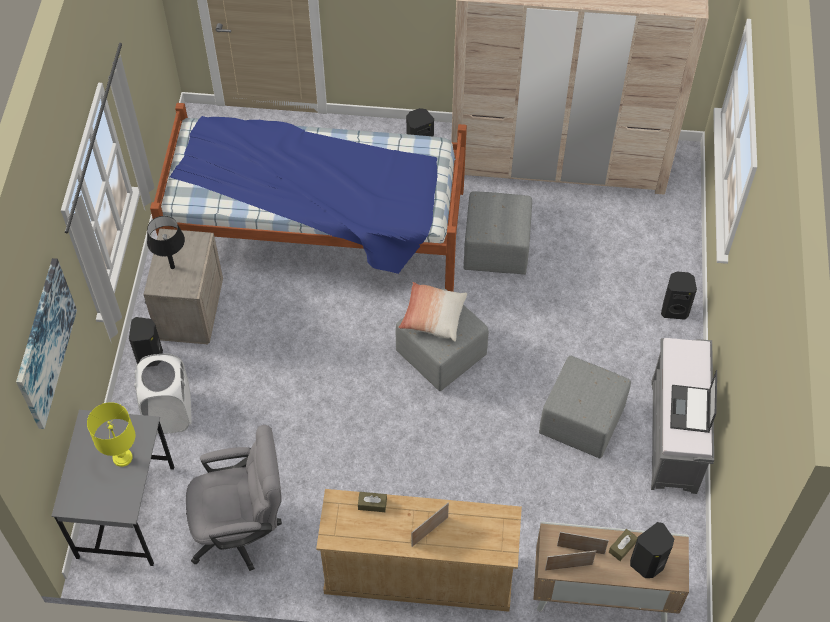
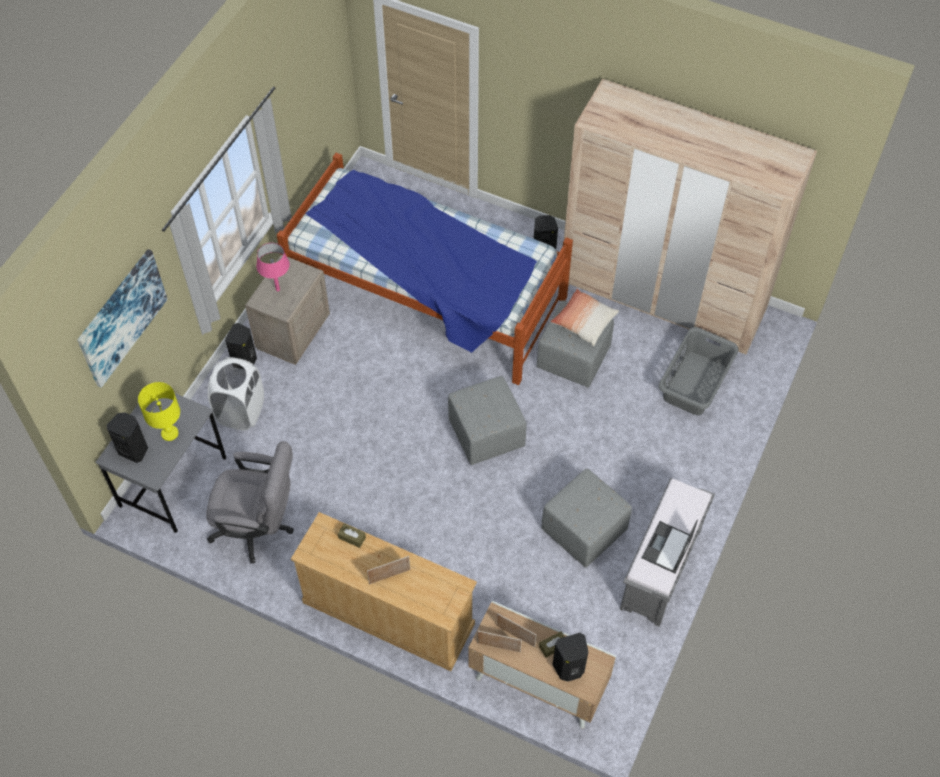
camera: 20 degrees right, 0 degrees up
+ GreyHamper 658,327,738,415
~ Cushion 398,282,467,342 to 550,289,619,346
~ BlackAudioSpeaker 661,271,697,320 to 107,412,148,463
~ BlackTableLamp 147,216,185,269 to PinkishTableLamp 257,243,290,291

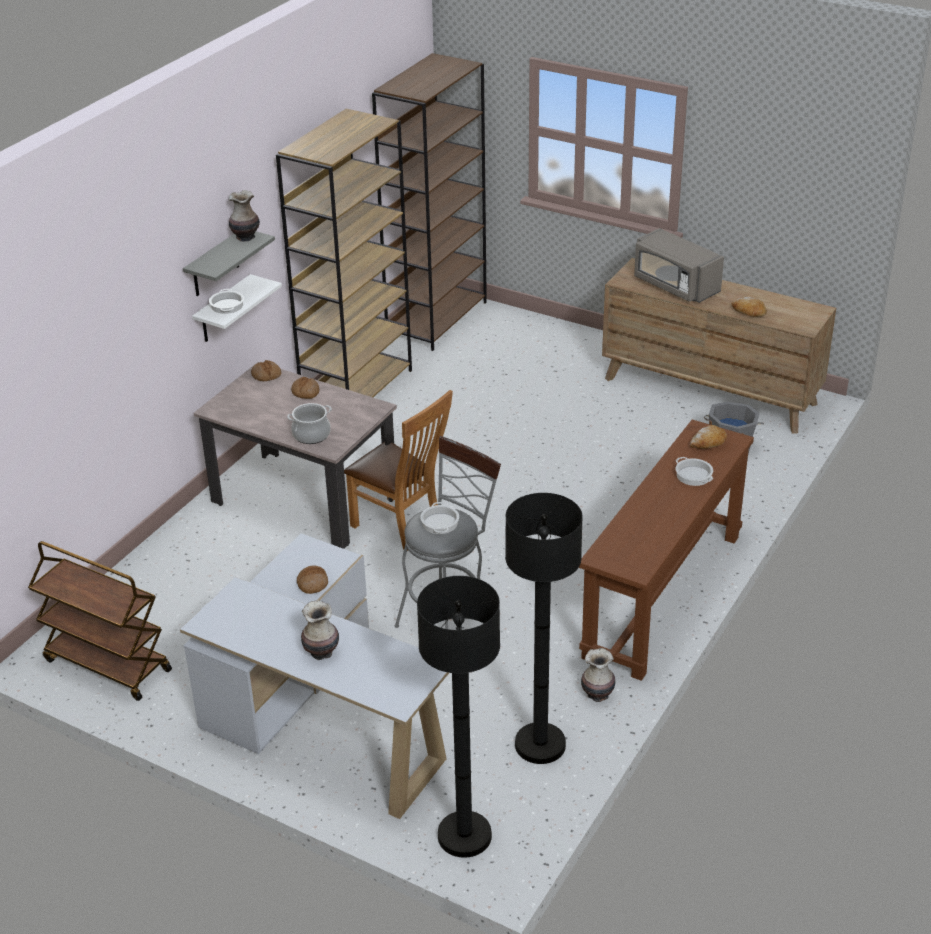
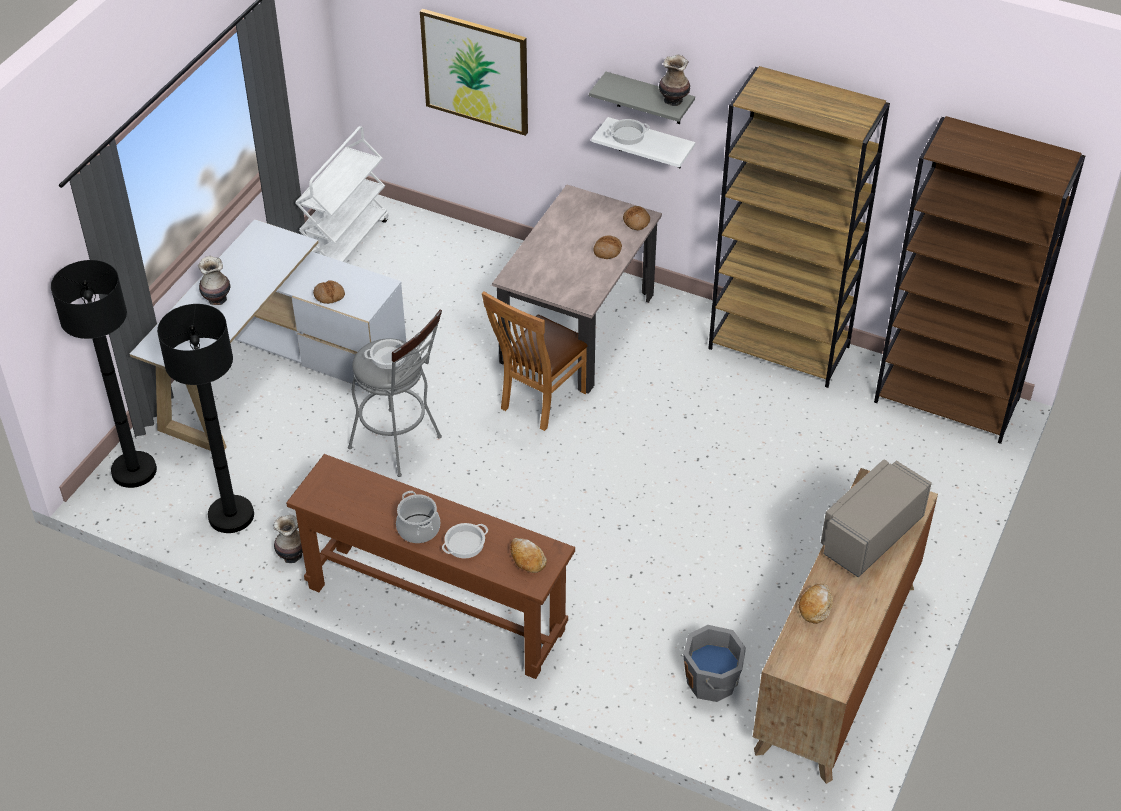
camera: 85 degrees right, 10 degrees up
+ Picture 420,9,528,136
~ CookingPot 287,403,332,444 to 396,491,440,543
~ BrownishCart 28,541,172,701 to WhitishCart 296,126,388,262

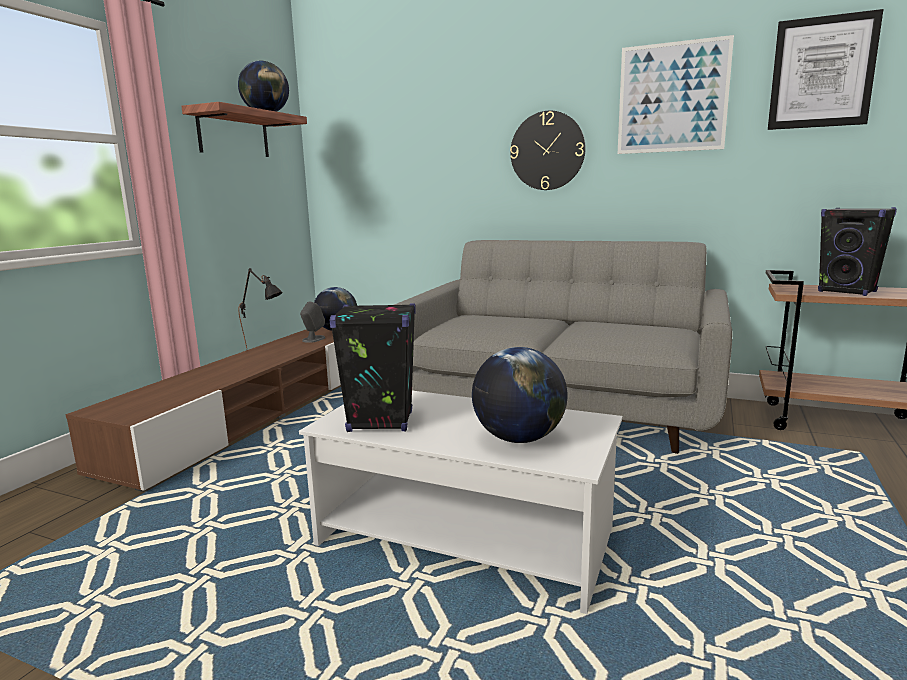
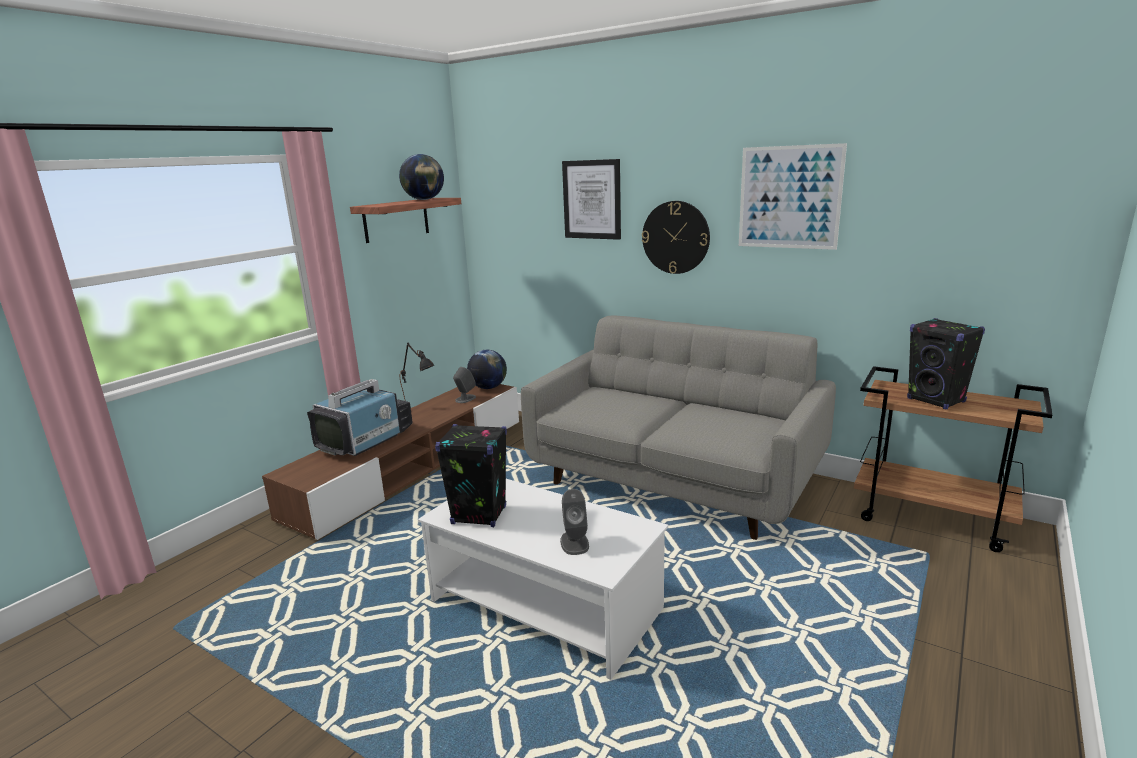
camera: 10 degrees right, 5 degrees up
+ Tv 307,379,413,456
~ Picture 768,9,883,130 to 562,159,621,240
~ WorldGlobe 472,347,568,443 to GreyAudioSpeaker 560,489,589,555

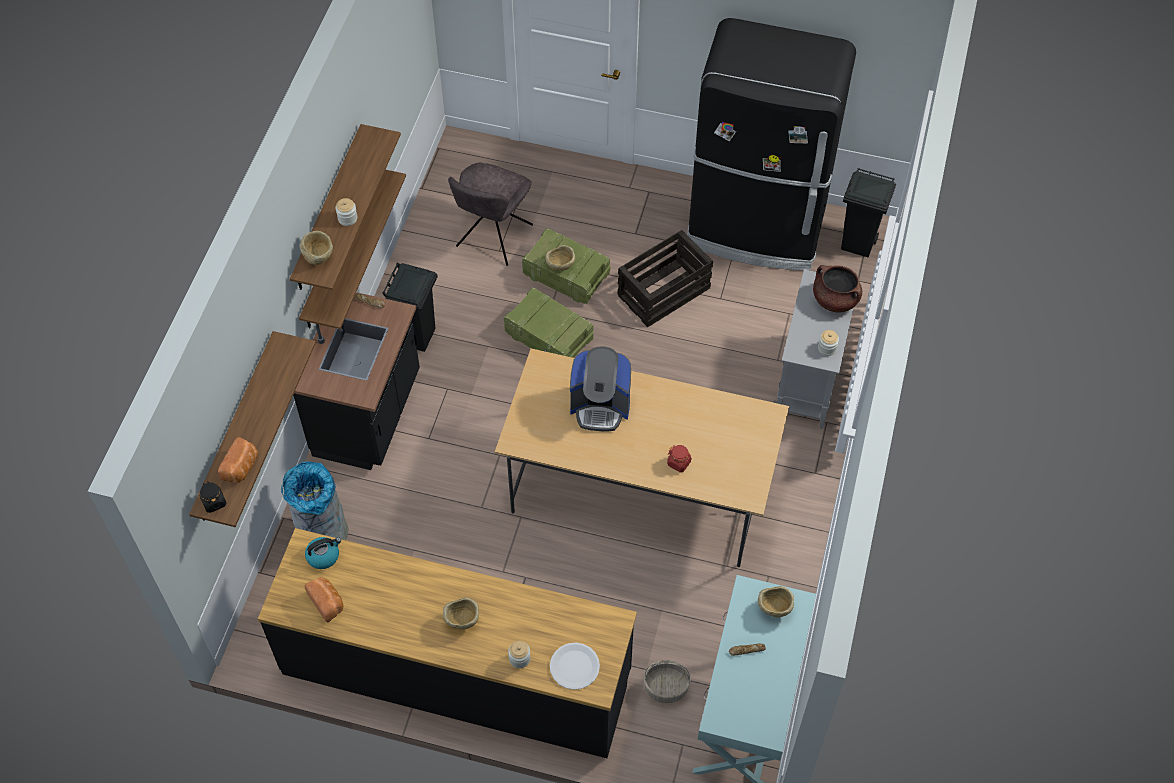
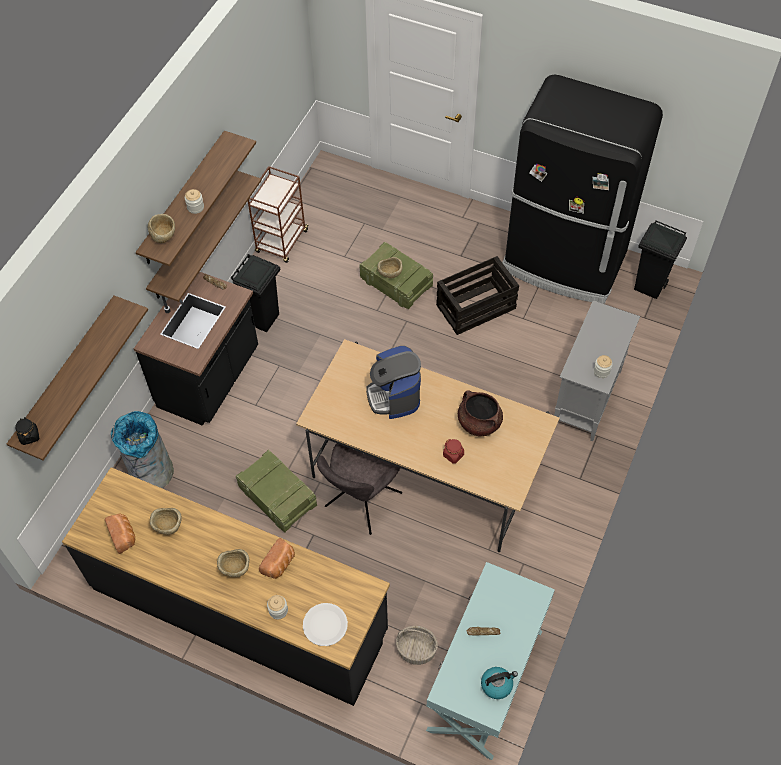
camera: 10 degrees right, 0 degrees up
+ BrownishCart 248,166,308,263
~ BakedBread 218,437,258,483 to 259,538,295,579
~ WaterKettle 305,537,341,569 to 481,667,518,699
~ GreyPlainChair 448,163,533,266 to 317,444,402,535
~ PackingCrate 504,287,594,358 to 236,450,317,532
~ SandColouredServingBowl 758,586,794,617 to 150,508,182,535
~ BrownishCookingPot 813,265,862,312 to 458,390,503,436
~ CoffeeBrewer 570,346,631,431 = 366,346,421,419 60 degrees clockwise

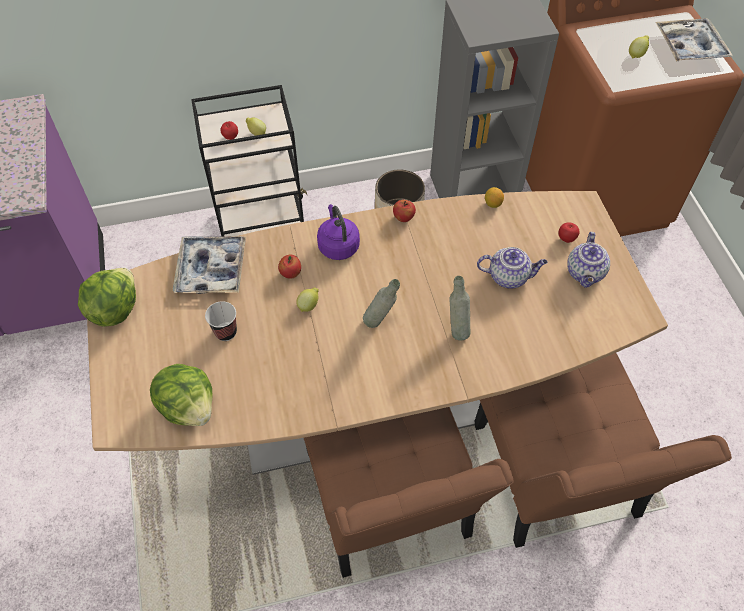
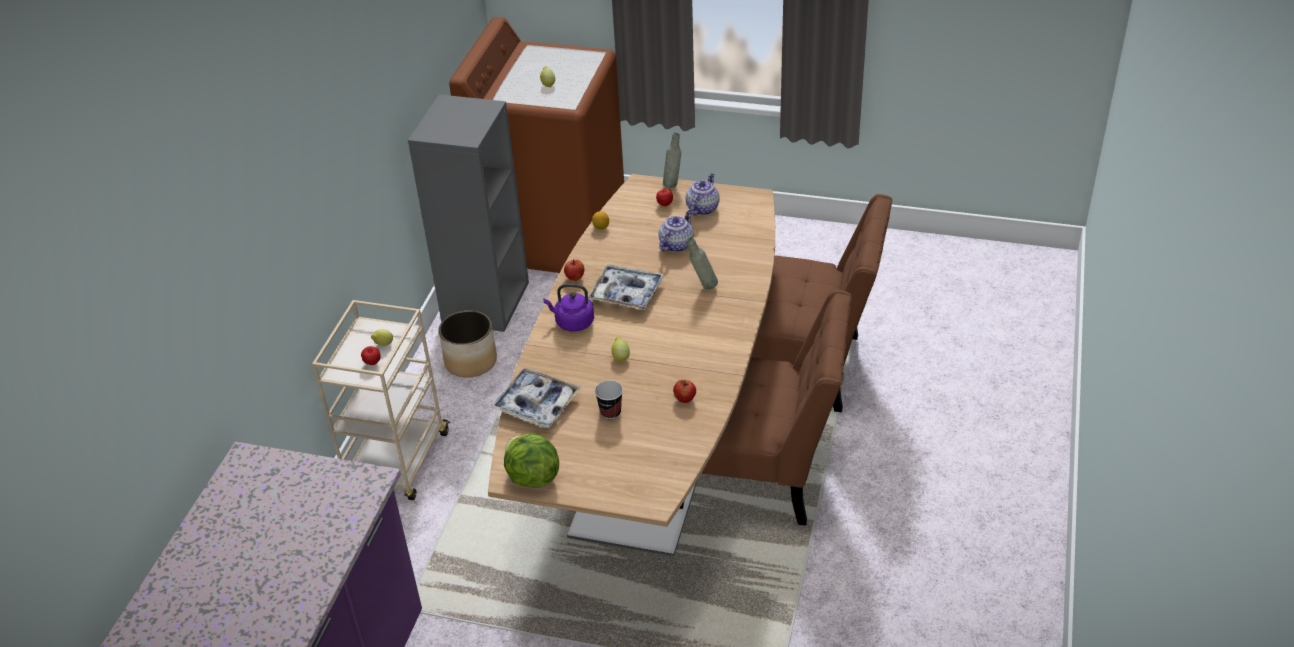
camera: 60 degrees left, 15 degrees down
- Lettuce 150,364,212,426
~ WholeApple 278,255,301,279 to 673,380,696,403
~ GreyBeverageBottle 363,279,400,328 to 663,132,681,188
~ ServingTray 656,18,733,62 to 588,264,665,311
~ BlackCart 191,85,307,237 to SandColouredCart 312,300,450,500
~ TeaPot 567,232,610,288 = 686,174,720,215 105 degrees counterclockwise

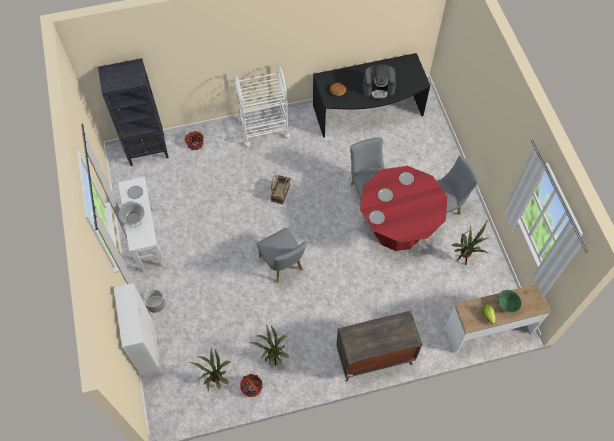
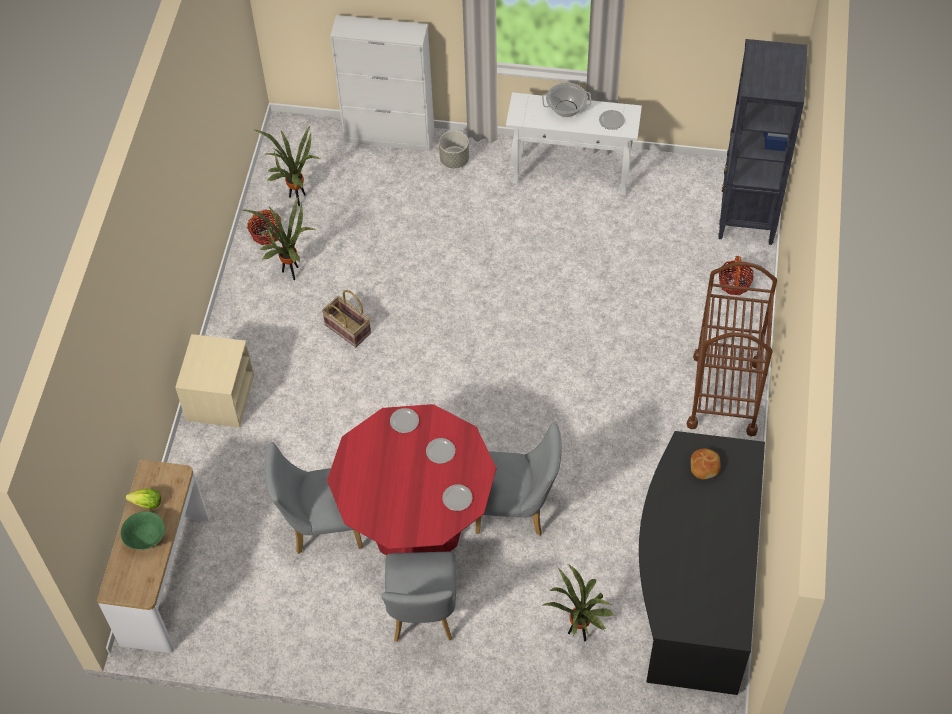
camera: 115 degrees right, 5 degrees down
- CoffeeBrewer 363,64,396,99
~ GreyPlainChair 256,228,307,283 to 264,442,363,554
~ HouseholdBasket 270,175,290,205 to 322,290,371,347
~ PottedPlant 452,221,489,265 to 543,564,614,642
~ ChestOfDrawers 336,311,422,382 to SandColouredNightTable 175,334,254,428
~ WhitishCart 234,65,290,148 to BrownishCart 687,262,777,437

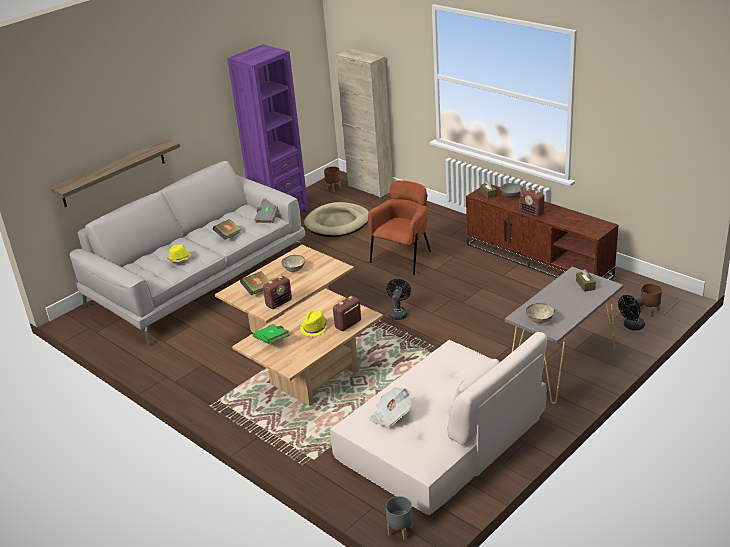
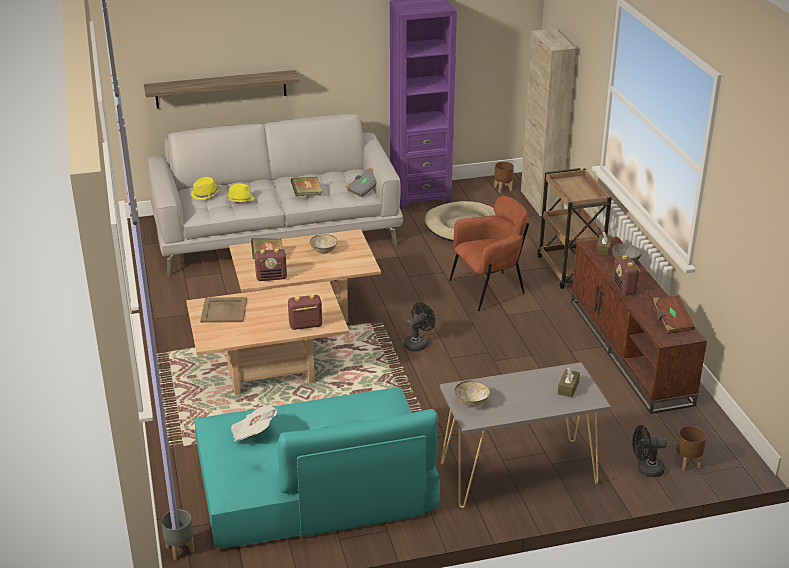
camera: 30 degrees right, 0 degrees up
+ BrownishCart 537,168,612,289
+ BrownishBook 652,295,695,334
~ YellowHat 300,310,328,337 to 191,177,219,200
~ GreenishBook 252,324,290,344 to SandColouredServingTray 200,297,247,323
~ SandColouredSofa 330,332,547,515 to TurquoiseColouredSofa 194,387,440,548

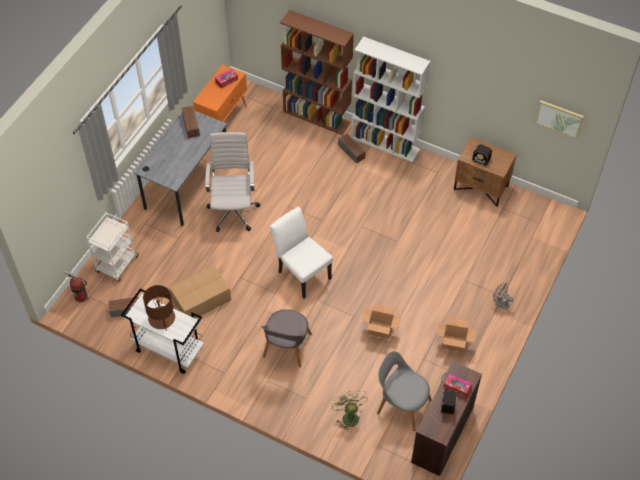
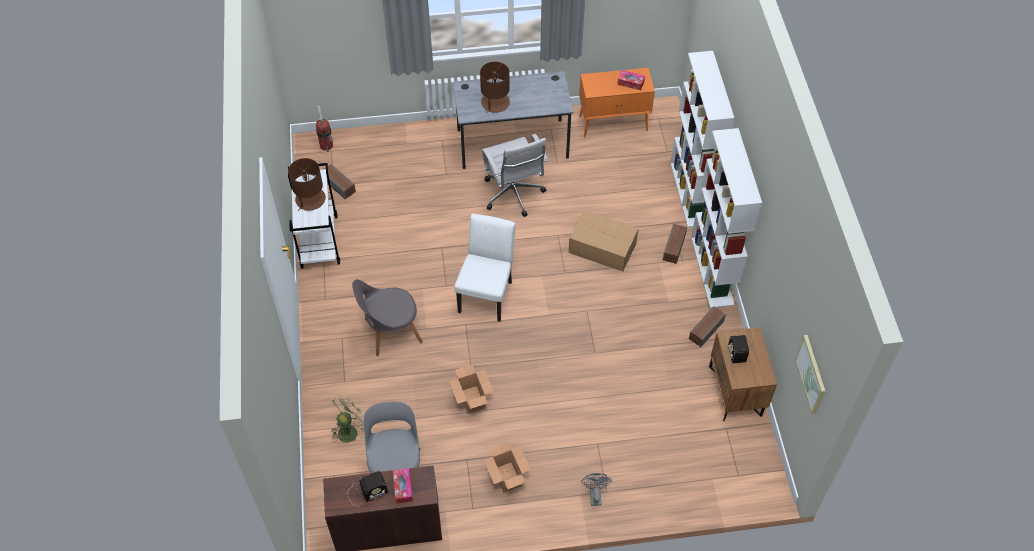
camera: 55 degrees right, 0 degrees up
- WhitishCart 86,213,138,282
+ BrownishTableLamp 480,62,510,113
~ CardboardBox 169,265,231,318 to 569,210,638,272
~ AudioSpeaker 181,106,200,138 to 689,306,726,348
~ BrownishShelvingUnit 280,10,354,135 to WhitishShelvingUnit 670,51,734,227
~ WhitishOfficeChair 205,132,260,232 = 482,134,548,217 105 degrees clockwise

